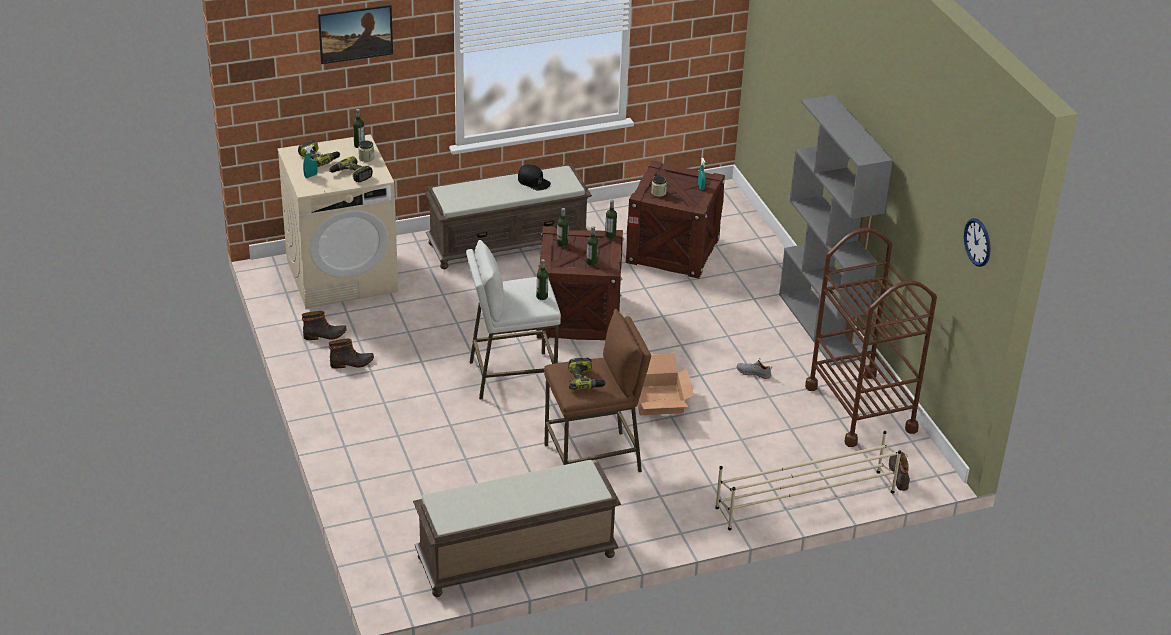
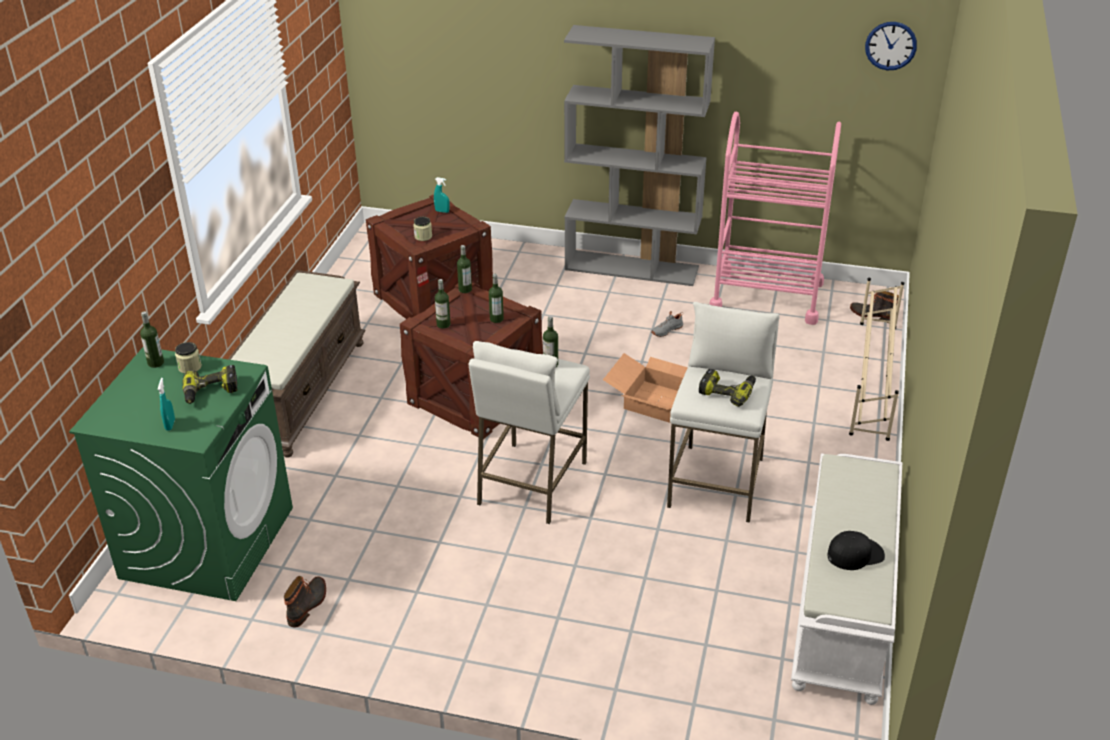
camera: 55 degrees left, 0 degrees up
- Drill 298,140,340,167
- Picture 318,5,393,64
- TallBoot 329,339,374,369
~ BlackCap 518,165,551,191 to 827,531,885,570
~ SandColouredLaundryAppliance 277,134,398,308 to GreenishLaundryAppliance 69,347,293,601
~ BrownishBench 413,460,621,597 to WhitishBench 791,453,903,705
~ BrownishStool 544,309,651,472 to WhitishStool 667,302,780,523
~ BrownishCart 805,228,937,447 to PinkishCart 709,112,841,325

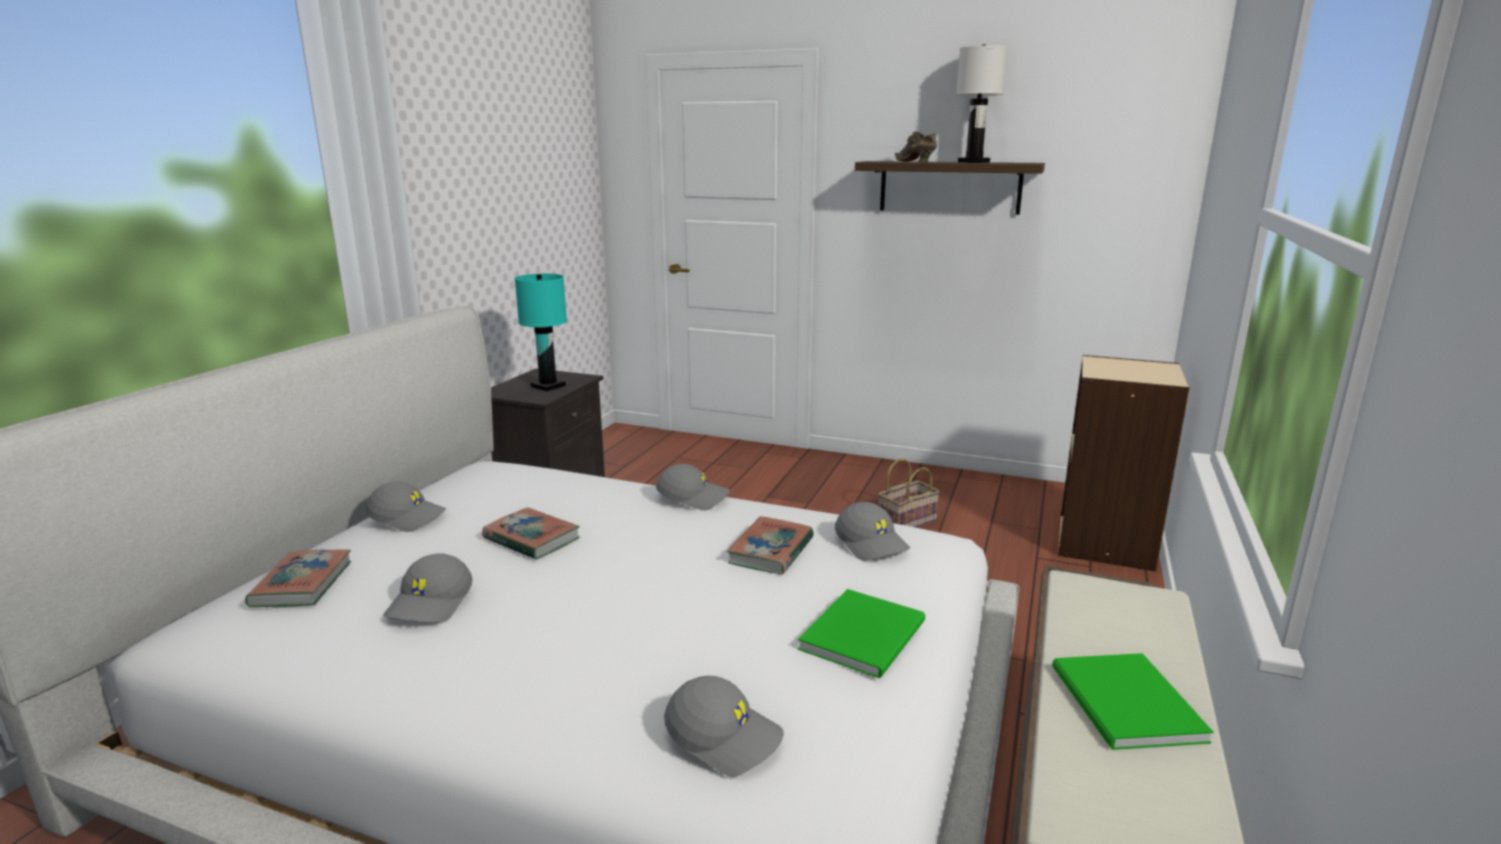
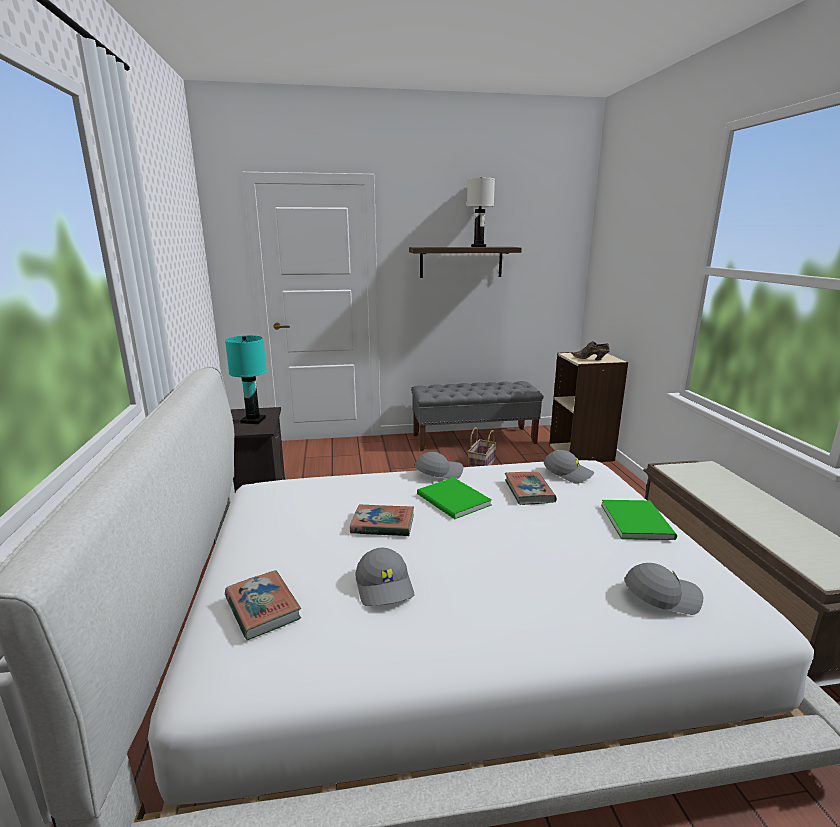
camera: 30 degrees left, 0 degrees up
- GreyCap 365,481,446,532
+ GreyBench 411,381,544,451
~ BrownishItemOfFootwear 895,132,937,162 to 571,341,610,360
~ GreenishBook 1052,653,1214,750 to 417,478,492,519

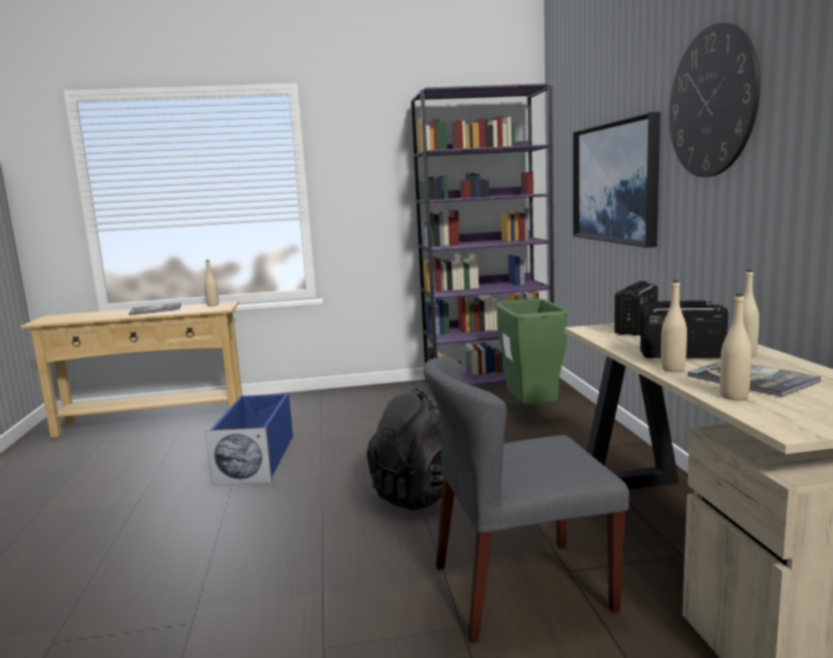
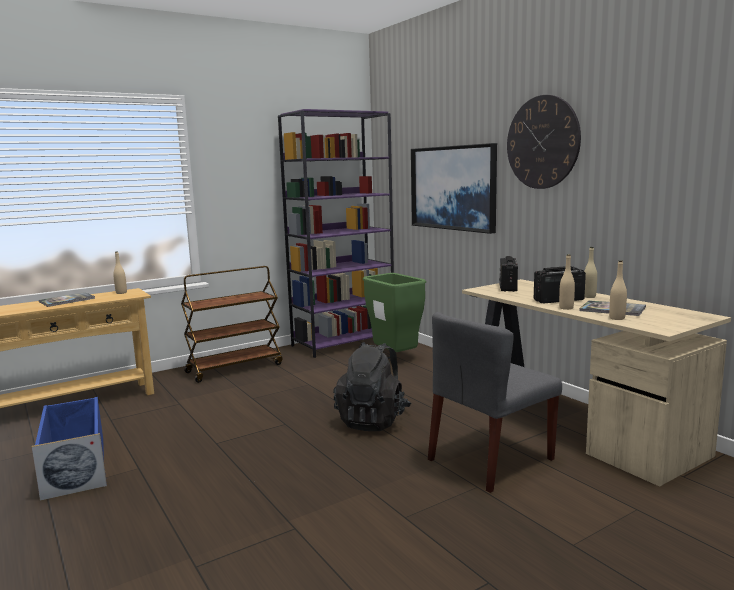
camera: 25 degrees left, 0 degrees up
+ BrownishCart 181,266,283,383
~ BlueStorageBin 205,393,293,485 to 31,397,107,501

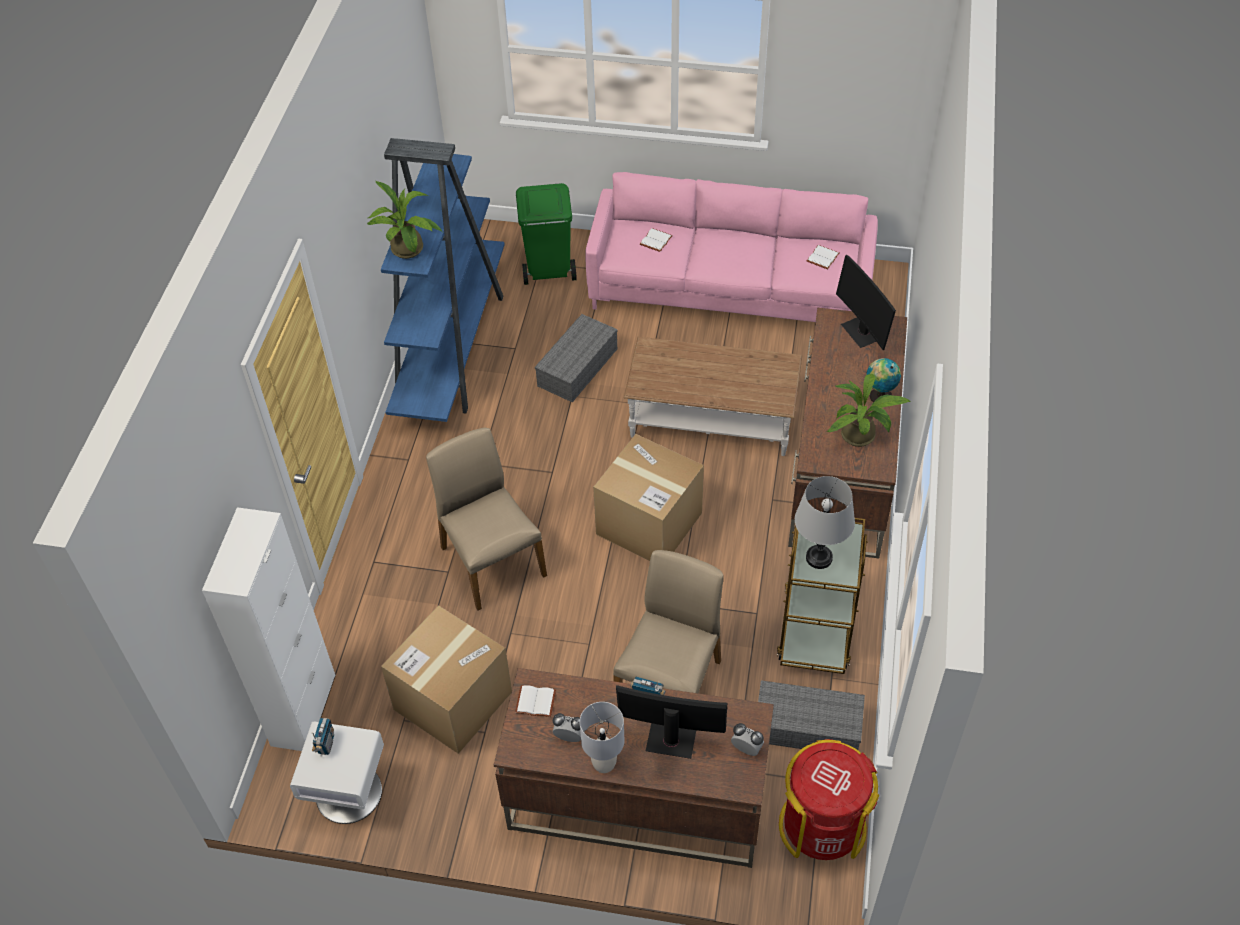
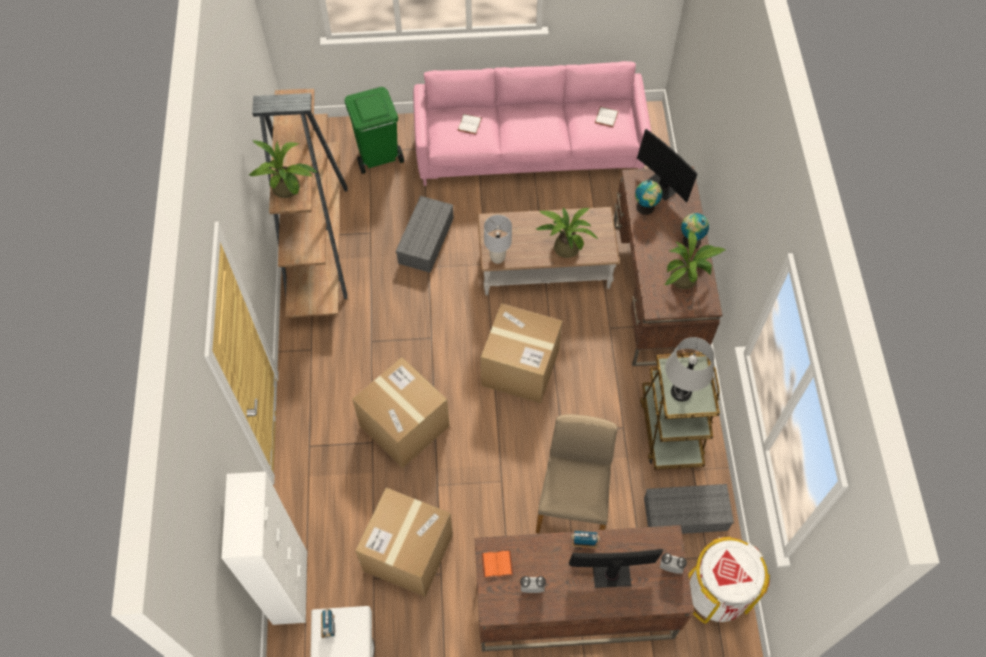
camera: 15 degrees left, 10 degrees up
+ PottedPlant 536,208,598,258
+ WorldGlobe 635,180,662,215
~ GreyTableLamp 580,702,625,773 to 484,215,512,264
~ SandColouredPlainChair 426,428,547,611 to CardboardBox 352,357,450,468
~ BlueShelvingUnit 381,138,505,422 to BrownishShelvingUnit 252,89,348,318
~ WhitishBook 515,685,556,717 to OrangeColouredBook 482,550,513,578
~ ReddishRubbishBin 779,739,879,860 to WhitishRubbishBin 688,537,770,624

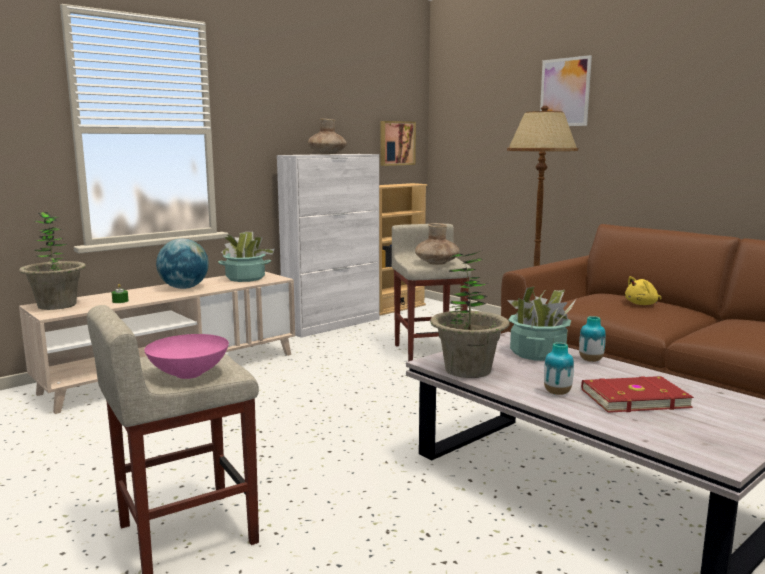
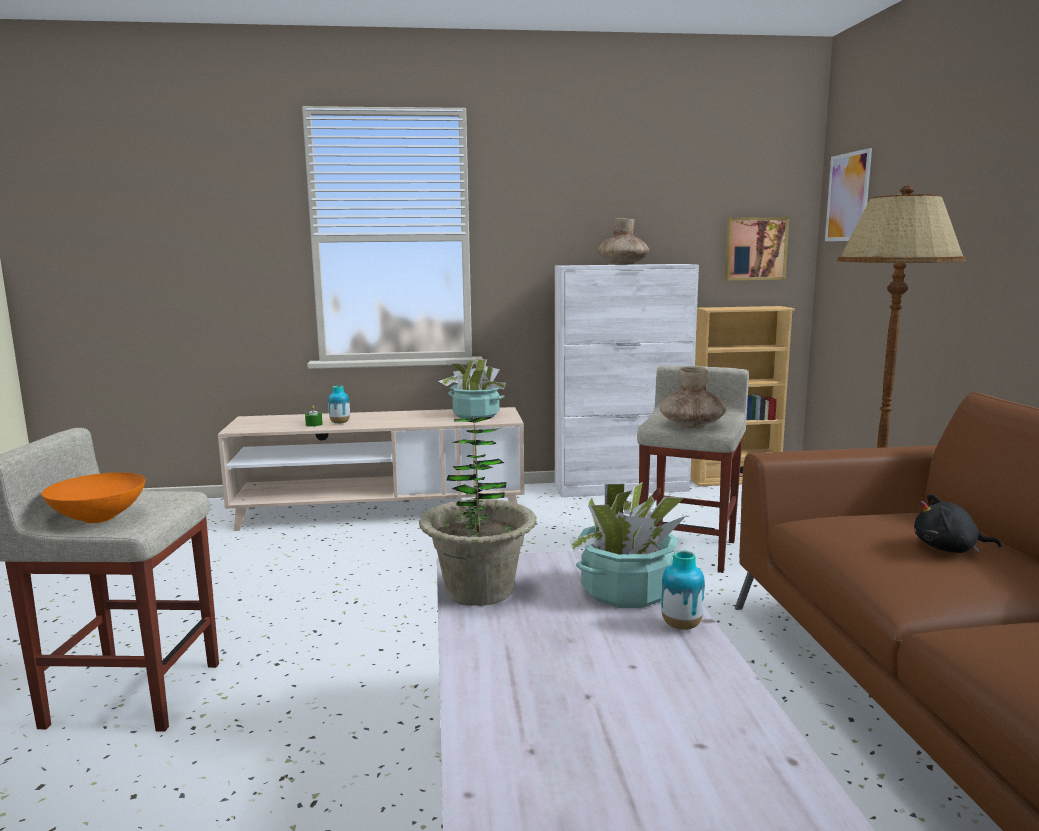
camera: 35 degrees right, 0 degrees up
- PottedPlant 19,212,86,310
- WorldGlobe 156,239,209,289
- ReddishBook 581,376,694,413
~ Picture 540,55,592,126 to 825,148,872,241
~ DecorativeVase 544,342,574,395 to 328,386,350,424
~ PinkishServingBowl 144,334,229,379 to OrangeColouredServingBowl 41,472,146,523
~ YellowSoftToy 625,276,661,305 to BlackSoftToy 914,494,1001,553

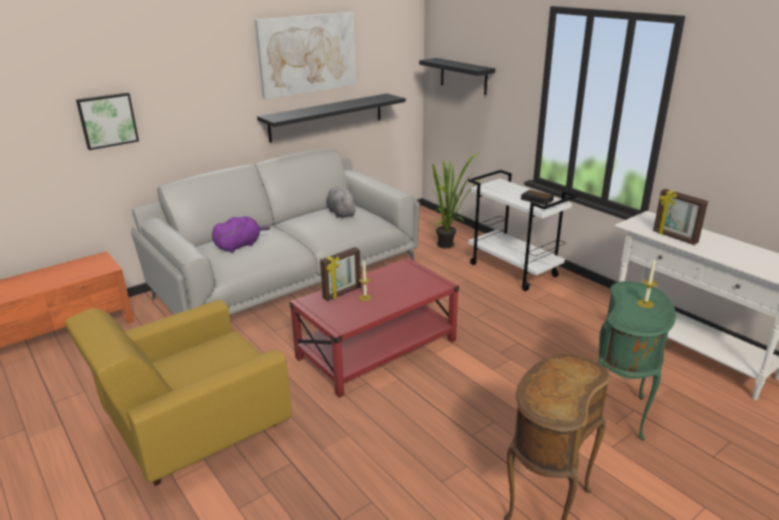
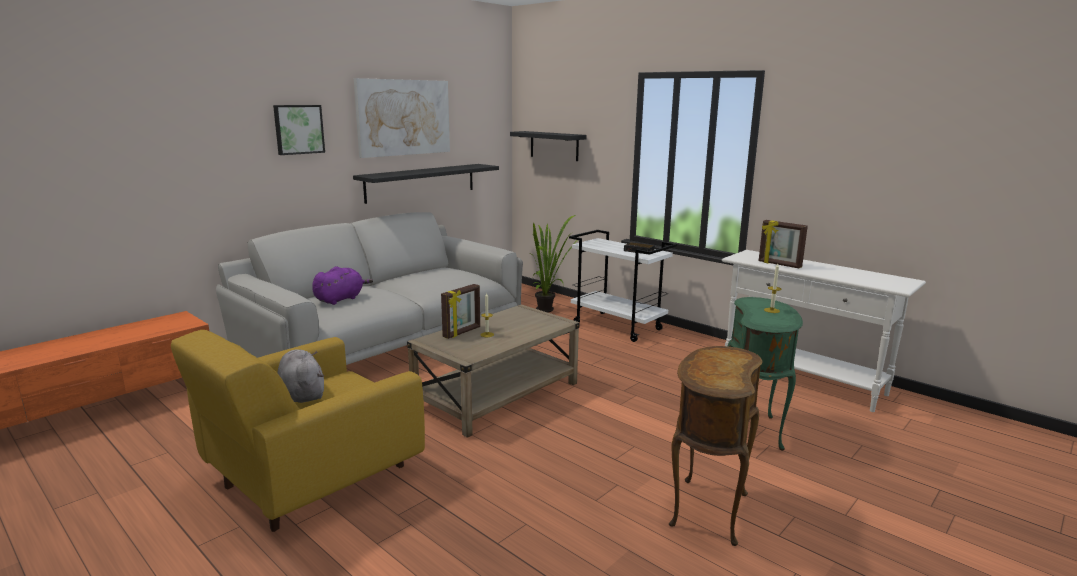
camera: 10 degrees left, 10 degrees down
~ Picture 76,93,139,150 to 273,105,325,155
~ GreySoftToy 327,186,357,218 to 277,349,324,403
~ ReddishLowTable 289,258,459,398 to SandColouredLowTable 407,304,579,438

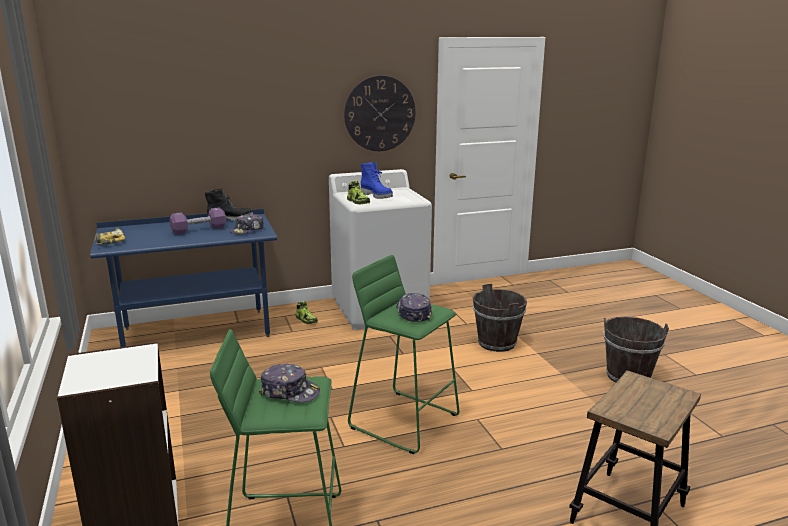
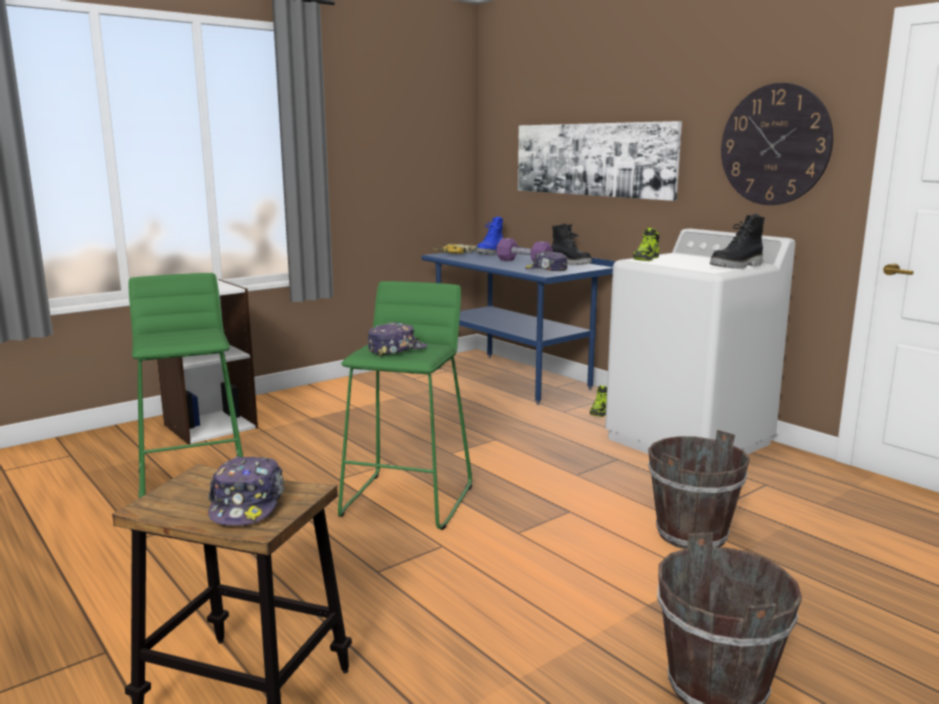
camera: 70 degrees right, 5 degrees down
+ Picture 518,121,682,201
+ BlackTallBoot 710,214,765,269
~ Cap 259,364,320,402 to 208,456,285,526
~ BlueTallBoot 361,162,393,199 to 476,217,503,255

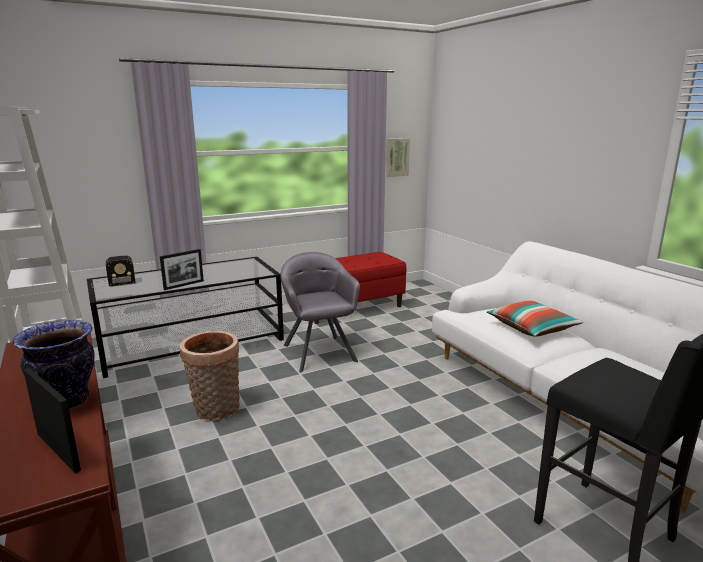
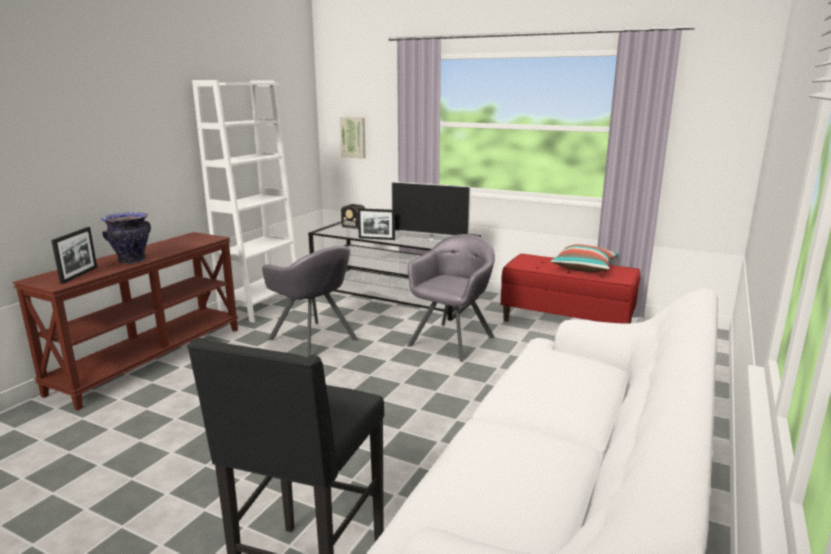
camera: 55 degrees right, 0 degrees up
+ Tv 391,181,471,242
~ Picture 386,138,410,177 to 340,117,366,159
~ Cushion 487,300,583,336 to 550,244,619,273
~ HouseholdBasket 179,331,240,421 to GreyEasyChair 262,246,358,357

